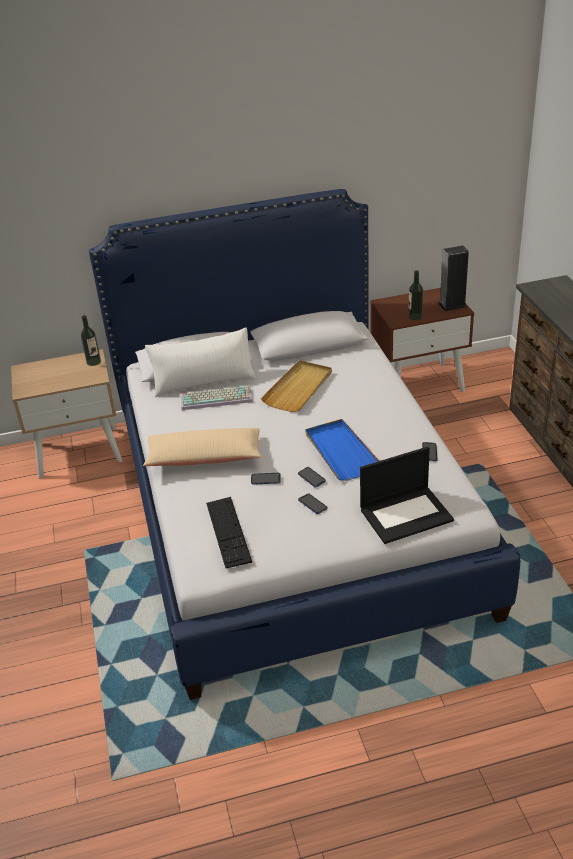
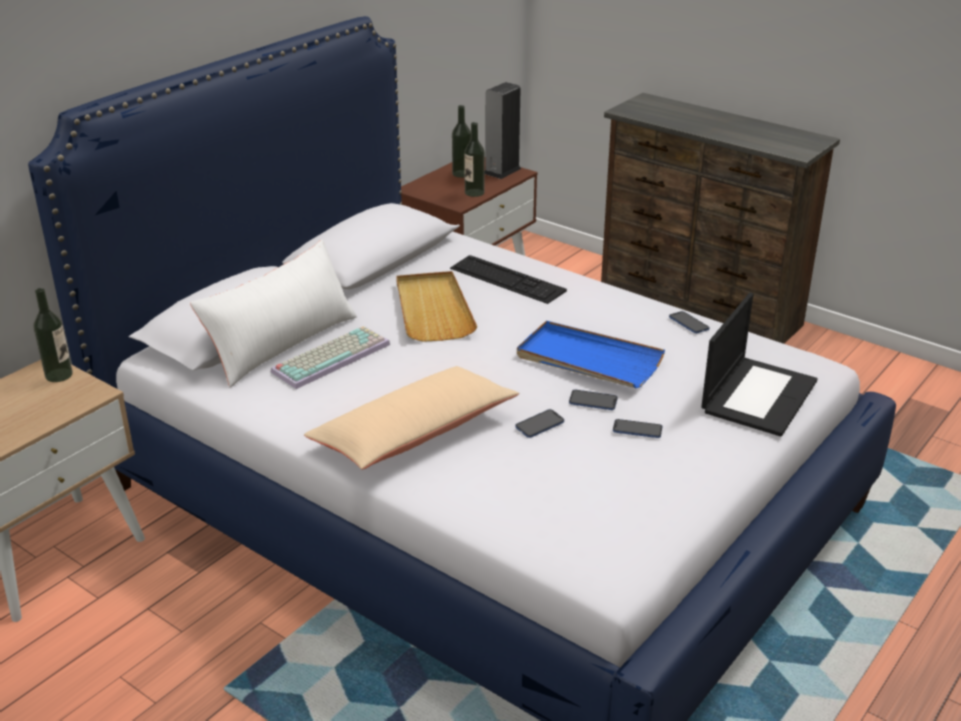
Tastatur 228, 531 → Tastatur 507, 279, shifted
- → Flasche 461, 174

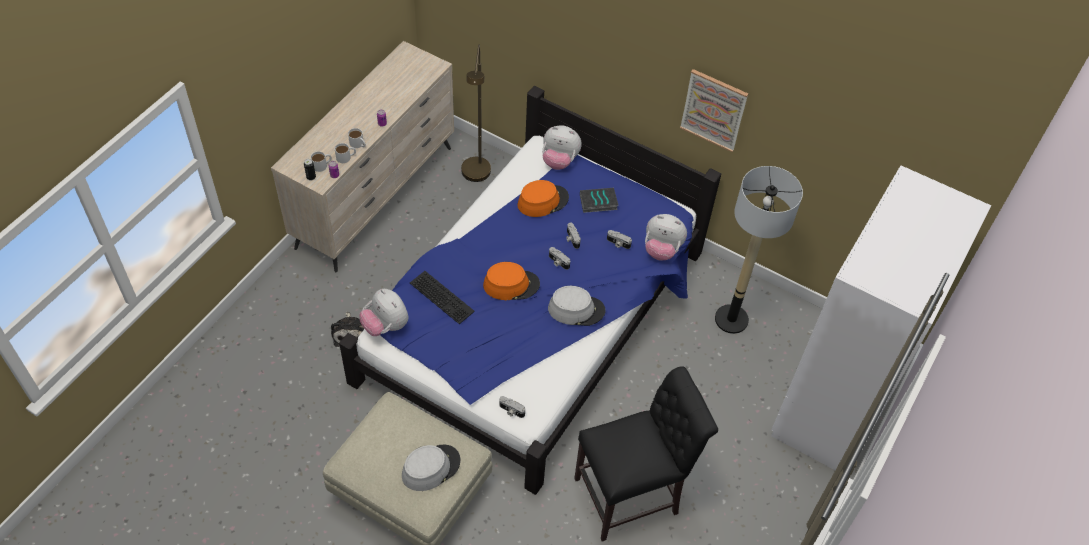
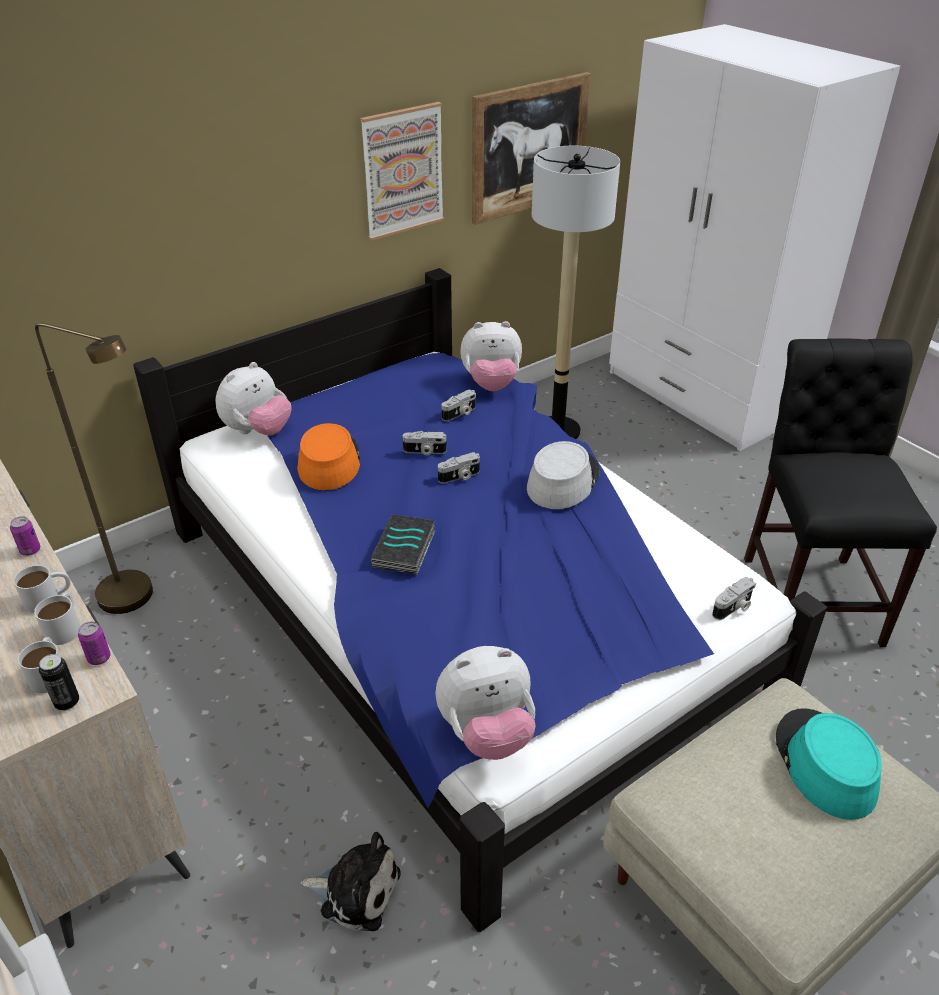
Hut [grau] 430, 468 → Hut [türkis] 824, 764
Tastatur 443, 296 → -
Hut [orange] 511, 285 → -
Buch 598, 203 → Buch 405, 549, shifted
Plüschtier 662, 250 → Plüschtier 491, 384, 45 degrees clockwise
- → Bild 529, 148

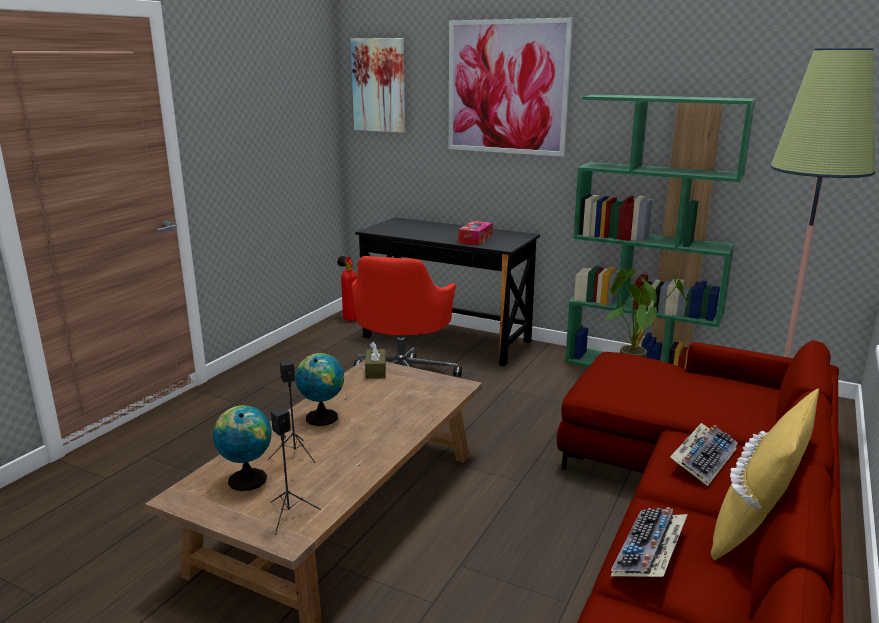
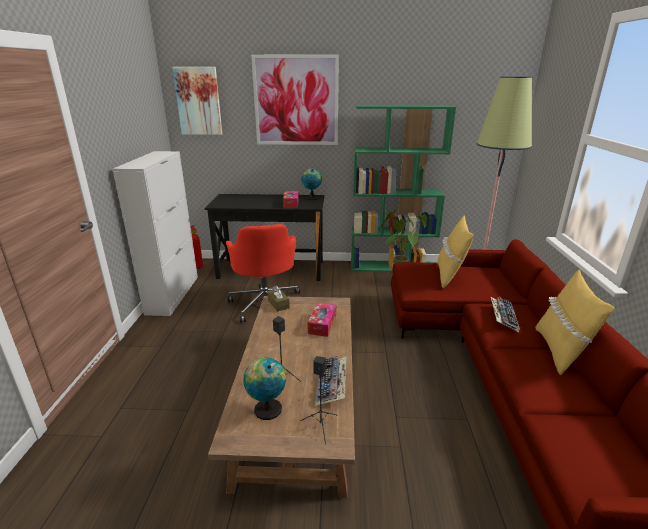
Globus 322, 416 → Globus 311, 197, shifted
Tastatur 649, 553 → Tastatur 332, 385, shifted
- → Schrank [weiß] 173, 294
- → Taschentuchbox 322, 324
- → Kissen [gelb] 450, 275

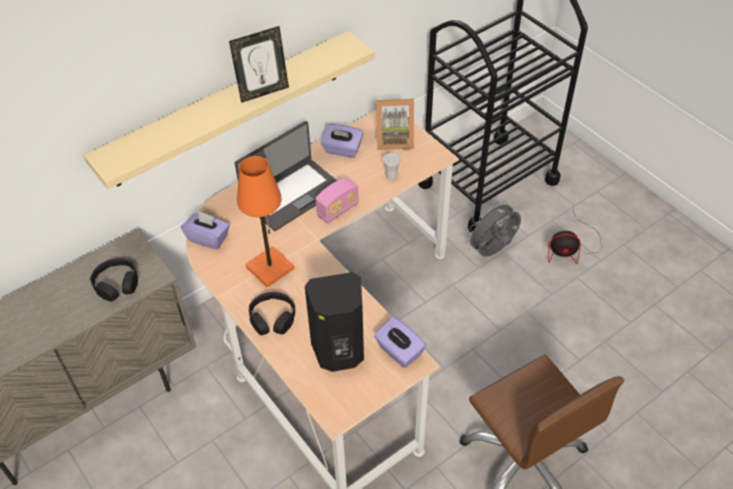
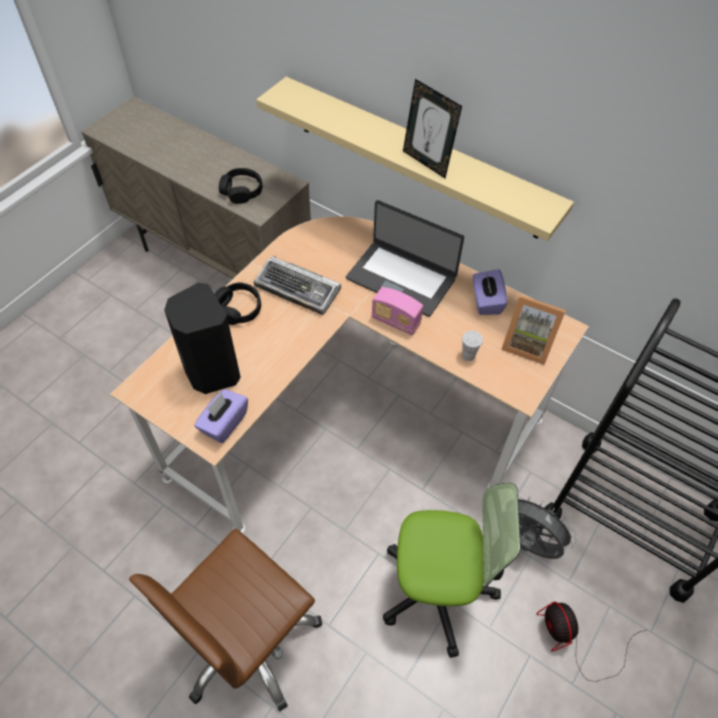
Taschentuchbox [lila] 208, 238 → -
Tischlampe [orange] 270, 268 → Tastatur 298, 289
Bilderrahmen 394, 139 → Bilderrahmen 527, 344, 45 degrees counterclockwise
- → Bürostuhl 437, 590

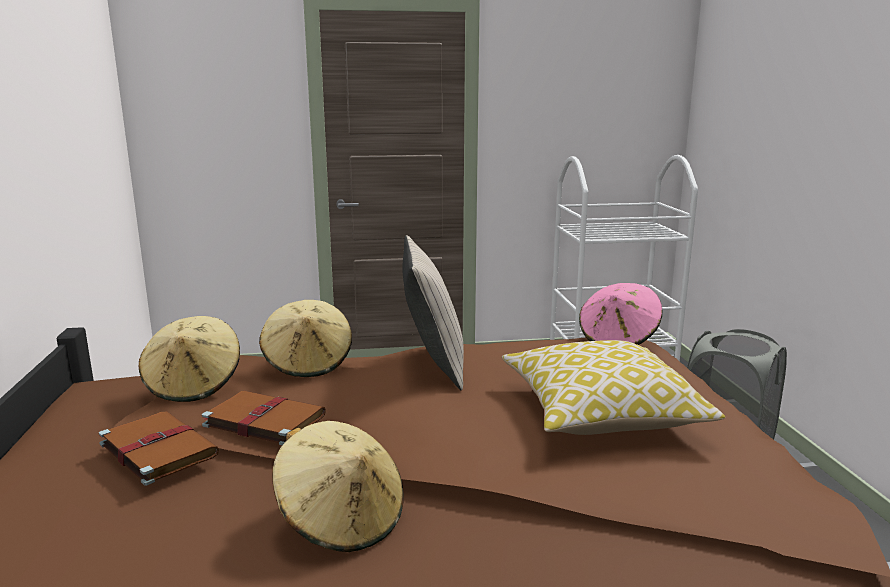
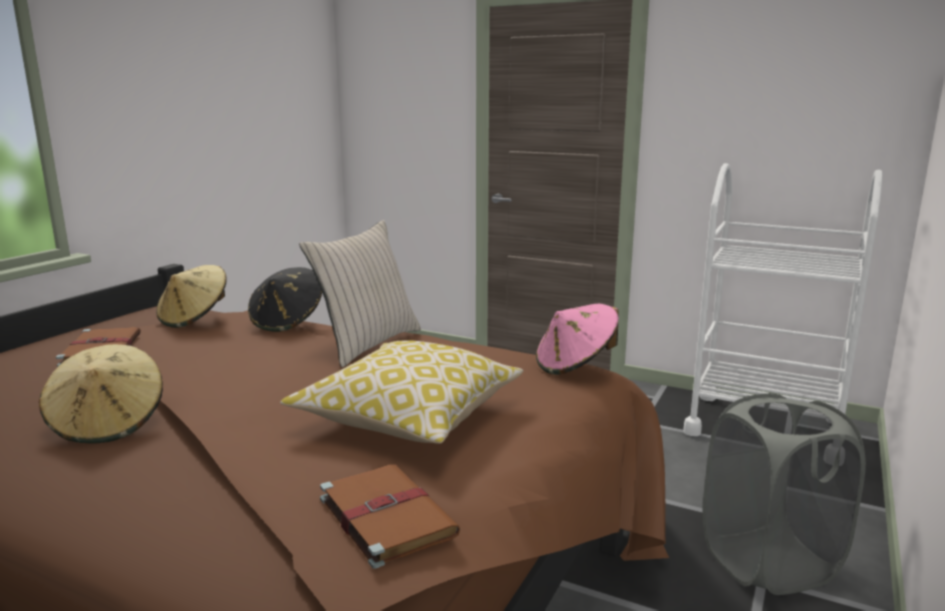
Buch [braun] 262, 420 → Buch [braun] 385, 515, shifted
Hut [beige] 308, 363 → Hut [schwarz] 287, 322

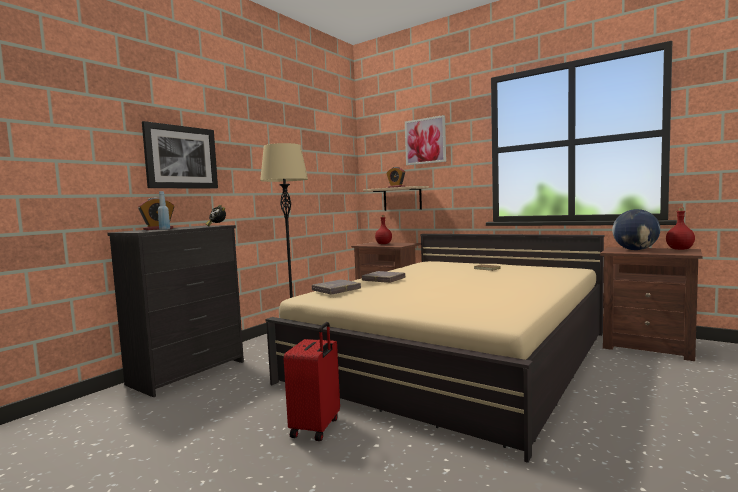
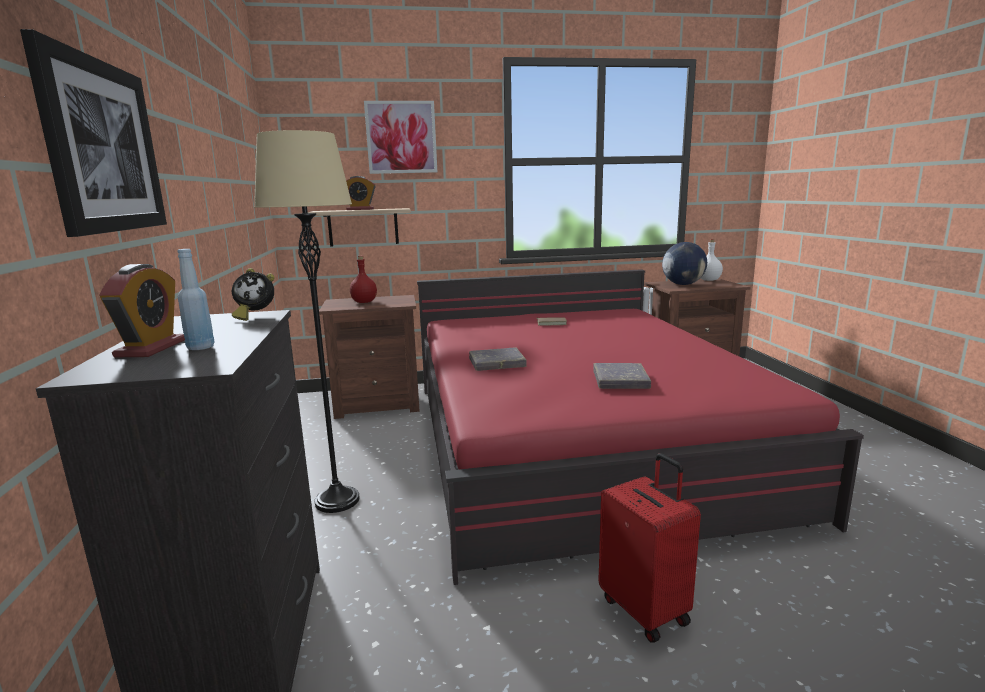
Bett [beige] 456, 356 → Bett [rot] 577, 441
Buch [grau] 336, 290 → Buch [grau] 620, 380, shifted
Flasche [rot] 680, 249 → Flasche [weiß] 709, 280

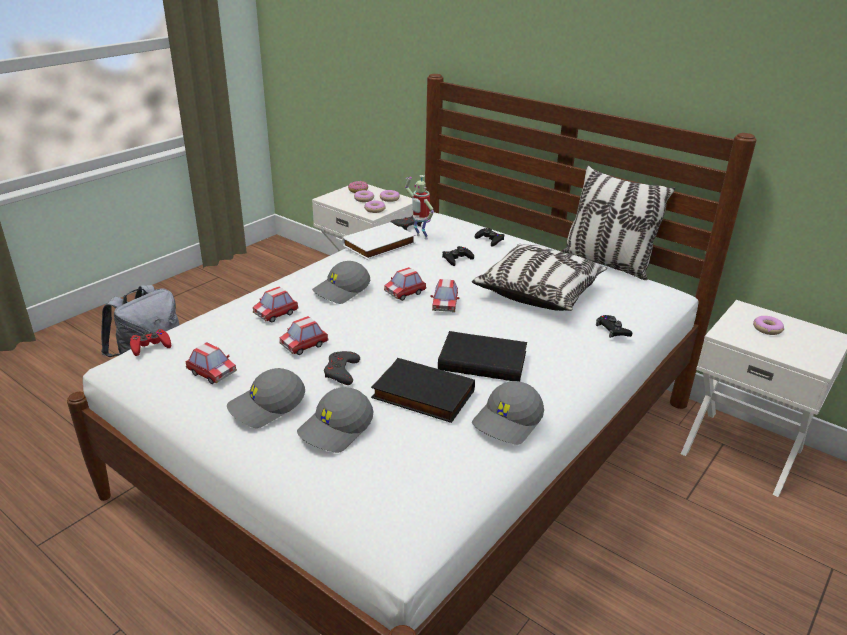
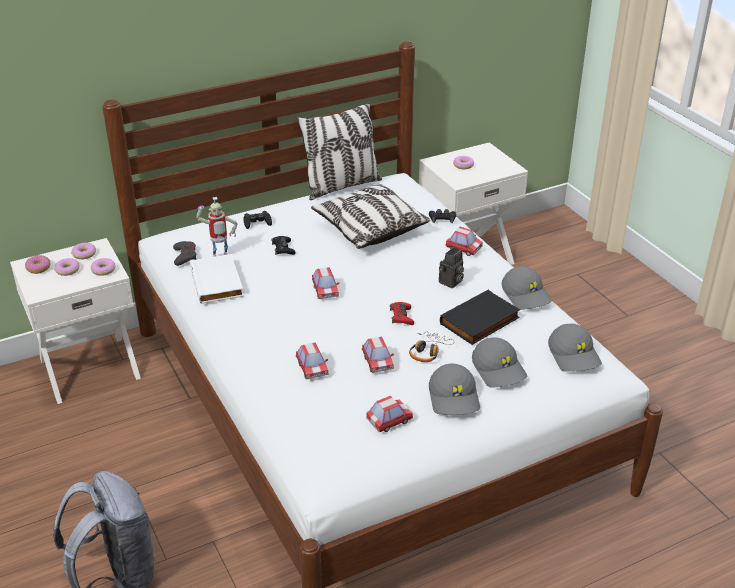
Gamepad [rot] 150, 346 → Gamepad [rot] 401, 317, shifted
Kappe [grau] 342, 291 → Kappe [grau] 575, 356, shifted
Gamepad [grau] 341, 371 → Kopfhörer 428, 351
Spielzeugauto 445, 305 → Spielzeugauto 463, 249, shifted
Buch [schwarz] 483, 360 → Kamera 451, 282

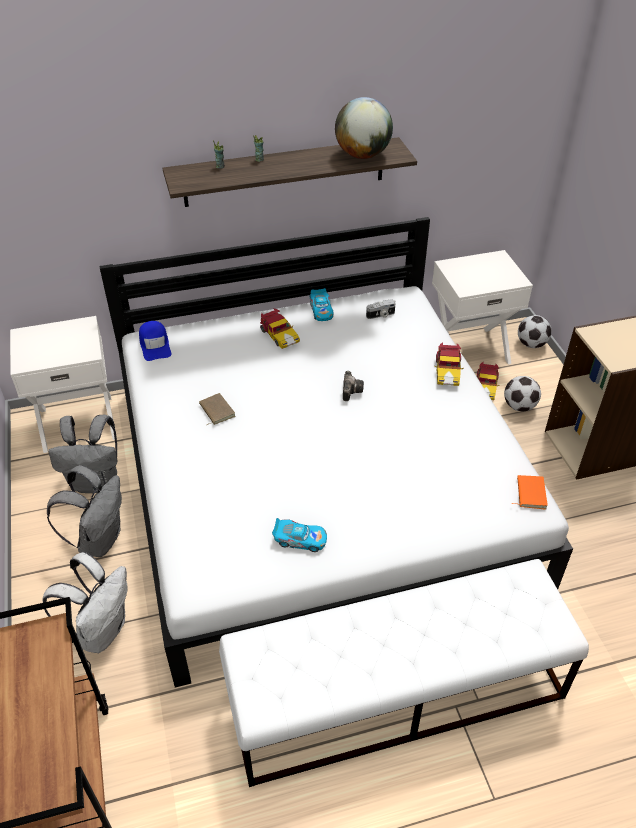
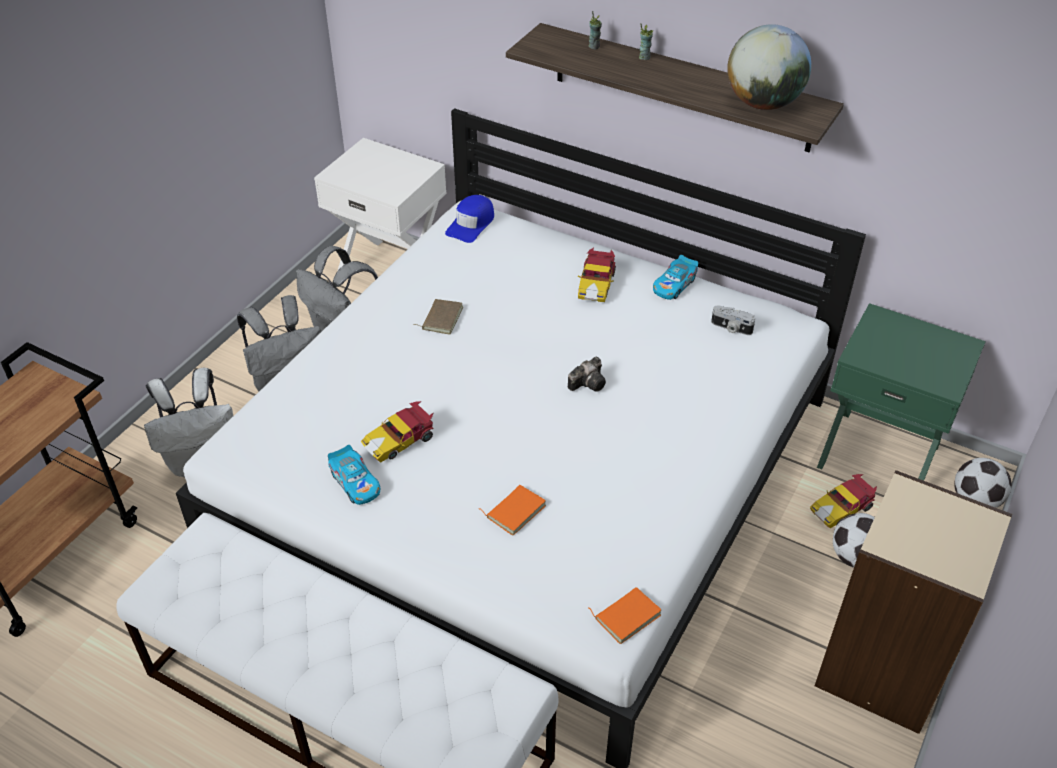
Nachttisch [weiß] 469, 349 → Nachttisch [grün] 879, 454
Spielzeugauto 447, 371 → Spielzeugauto 400, 440, shifted
- → Buch [orange] 515, 510

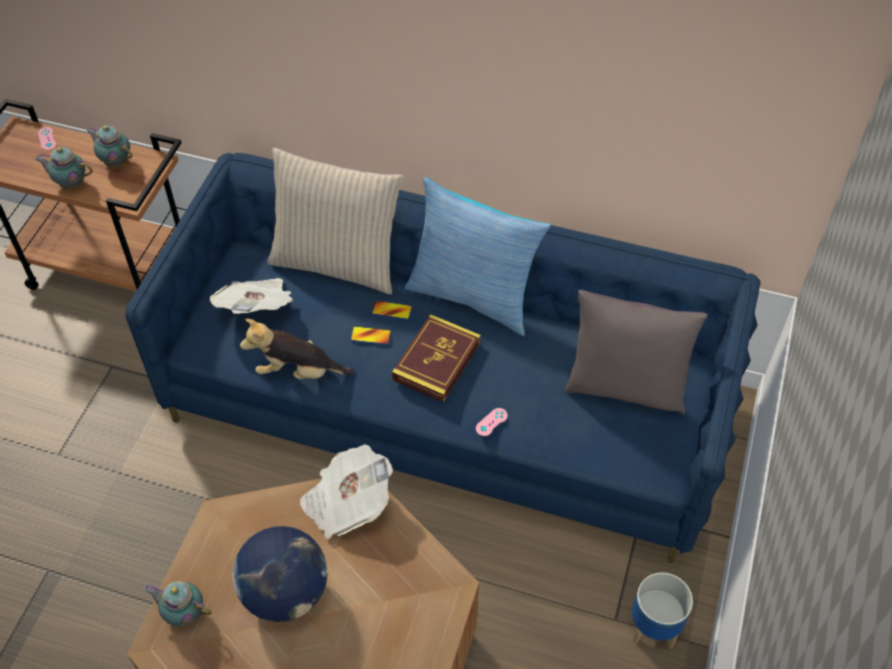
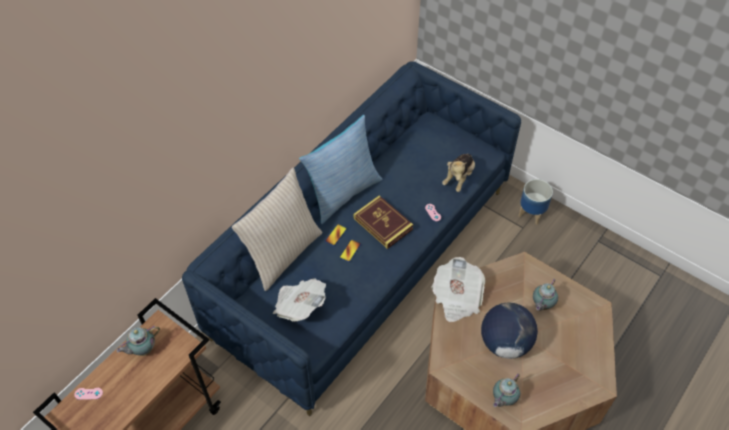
Teekanne 70, 184 → Teekanne 541, 305, shifted
Plüschtier 298, 371 → Plüschtier 459, 178, shifted
Kissen [grau] 625, 387 → -

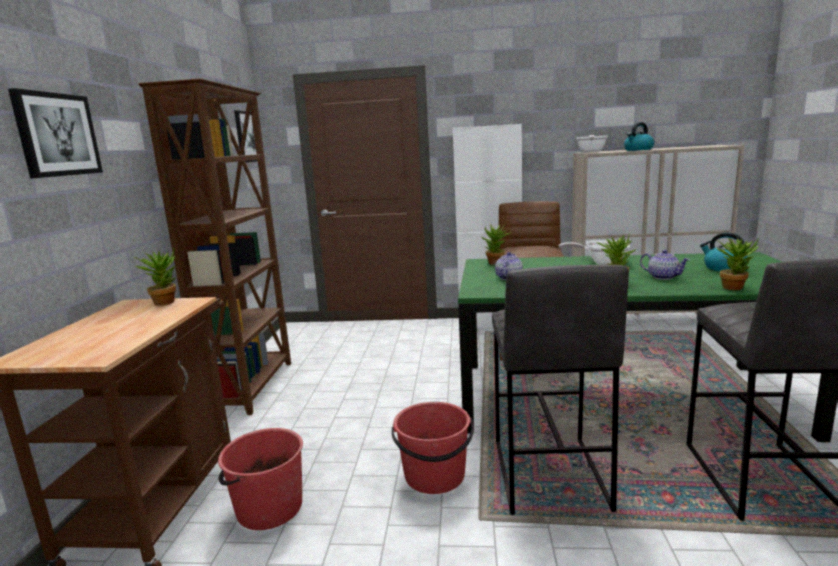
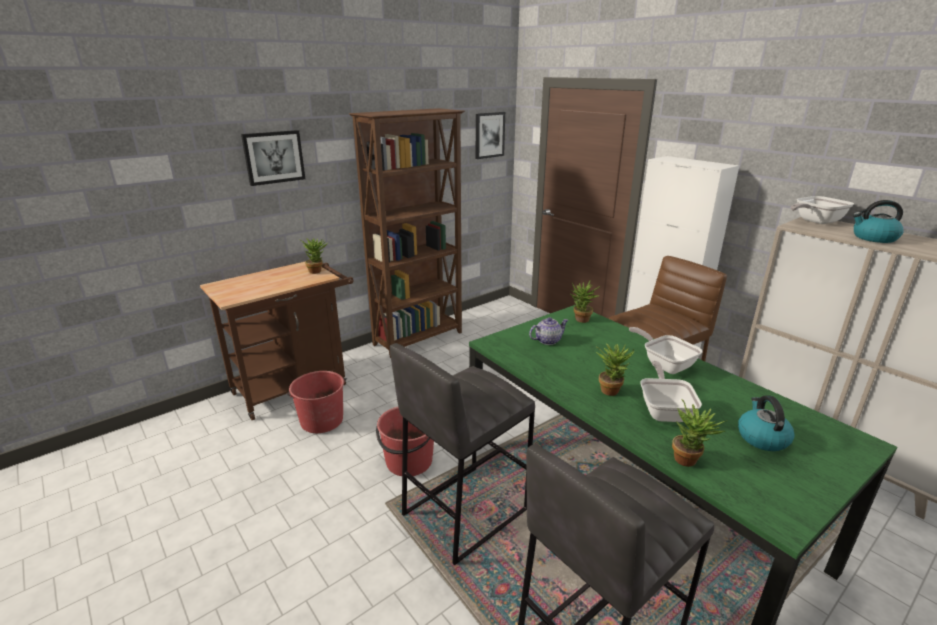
Teekanne 662, 277 → Pfanne 664, 410

